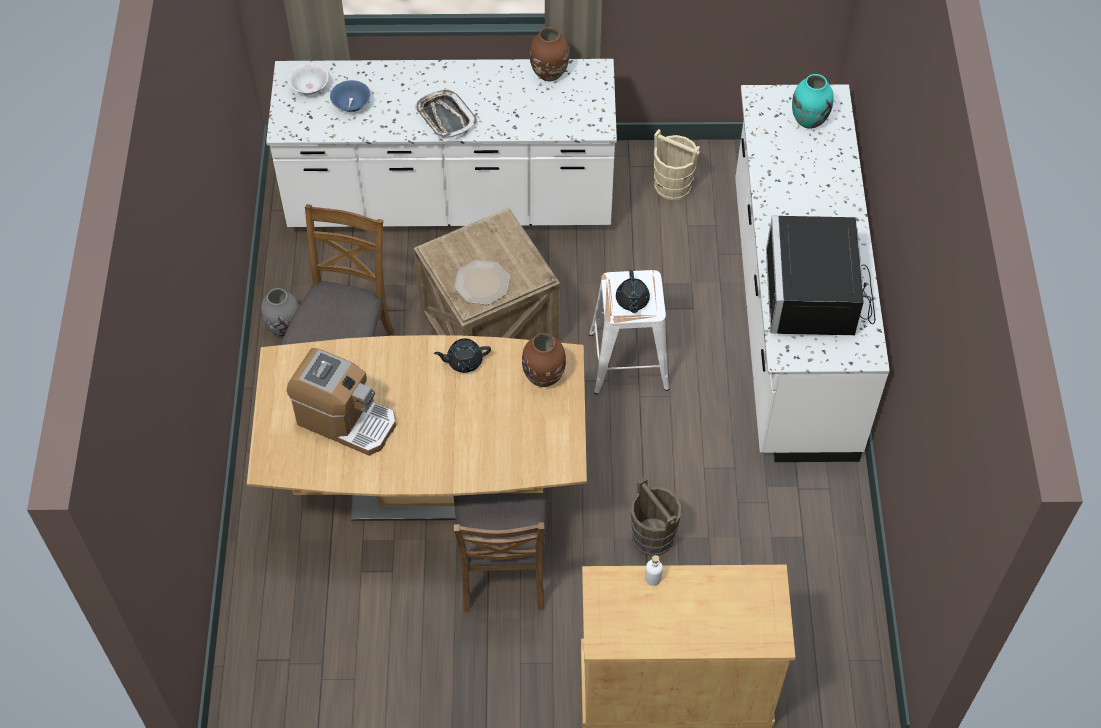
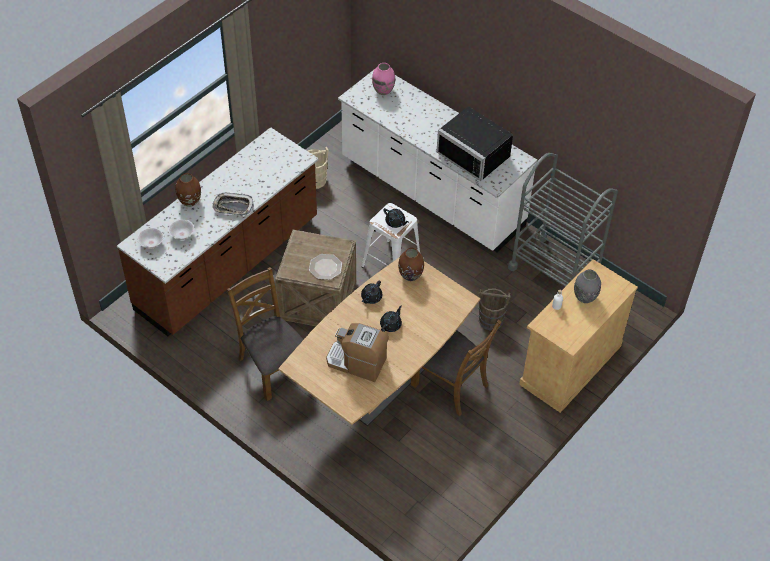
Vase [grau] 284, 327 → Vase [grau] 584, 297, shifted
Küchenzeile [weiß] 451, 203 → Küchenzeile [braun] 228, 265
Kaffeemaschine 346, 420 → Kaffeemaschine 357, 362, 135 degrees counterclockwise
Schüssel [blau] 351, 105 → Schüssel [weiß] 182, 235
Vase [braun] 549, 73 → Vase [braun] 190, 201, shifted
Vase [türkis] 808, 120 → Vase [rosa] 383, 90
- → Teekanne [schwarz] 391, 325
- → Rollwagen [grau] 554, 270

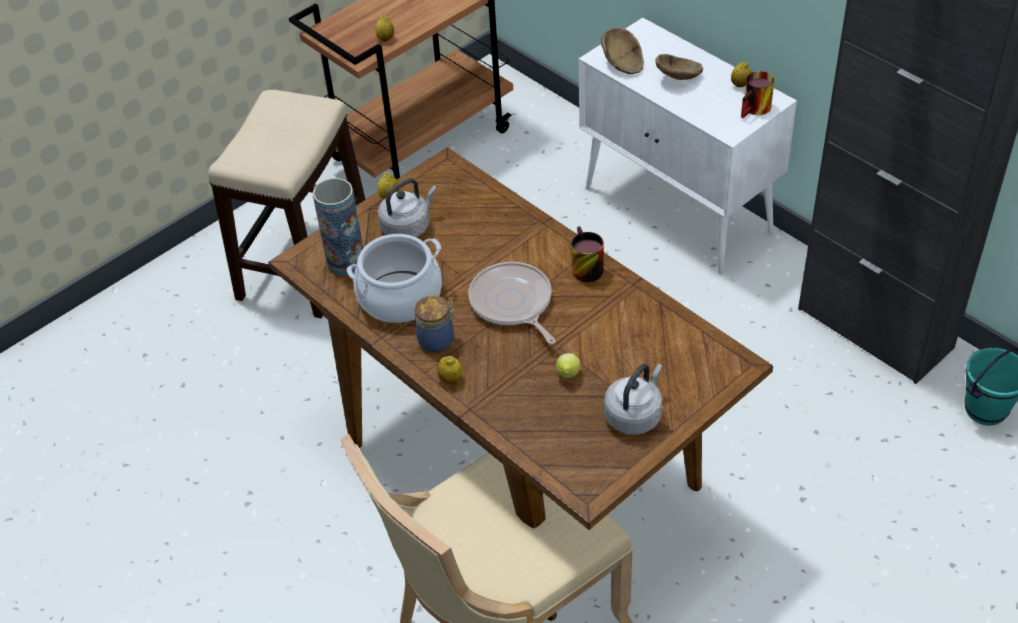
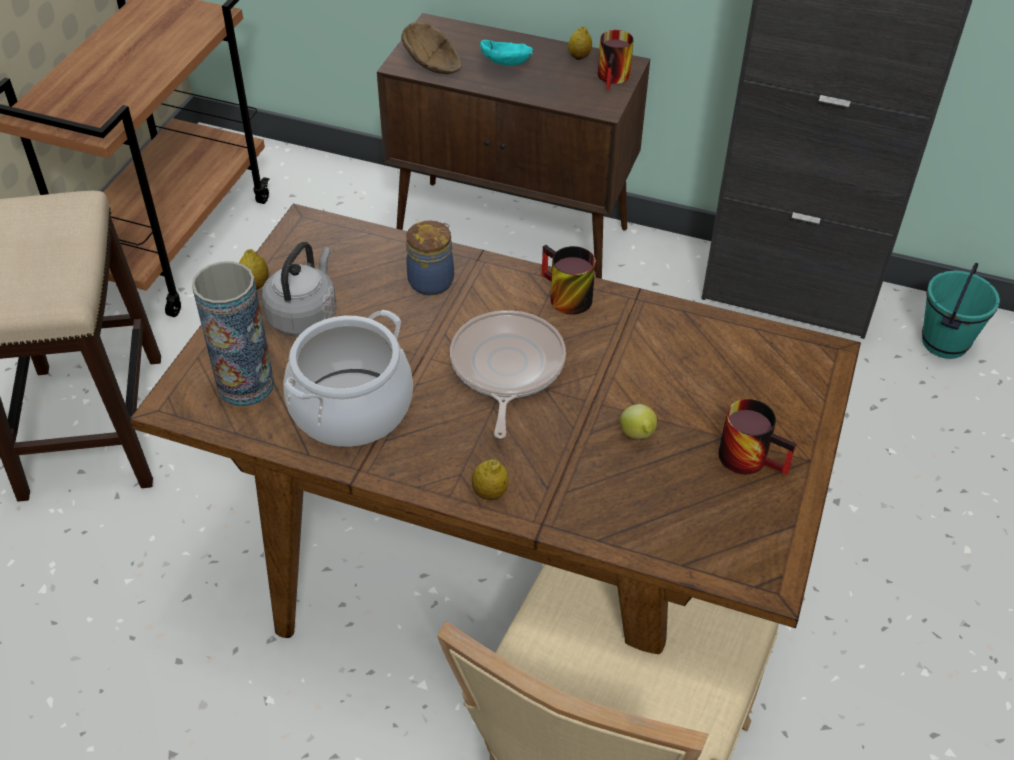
Zitrone 385, 38 → -
Vorratsglas 437, 340 → Vorratsglas 432, 280, shifted
Pfanne 512, 303 → Pfanne 506, 368, 60 degrees clockwise
Schrank [weiß] 679, 211 → Schrank [braun] 514, 233
Wasserkessel [grau] 634, 415 → Henkelbecher 752, 456
Schüssel [braun] 680, 77 → Schüssel [türkis] 508, 64

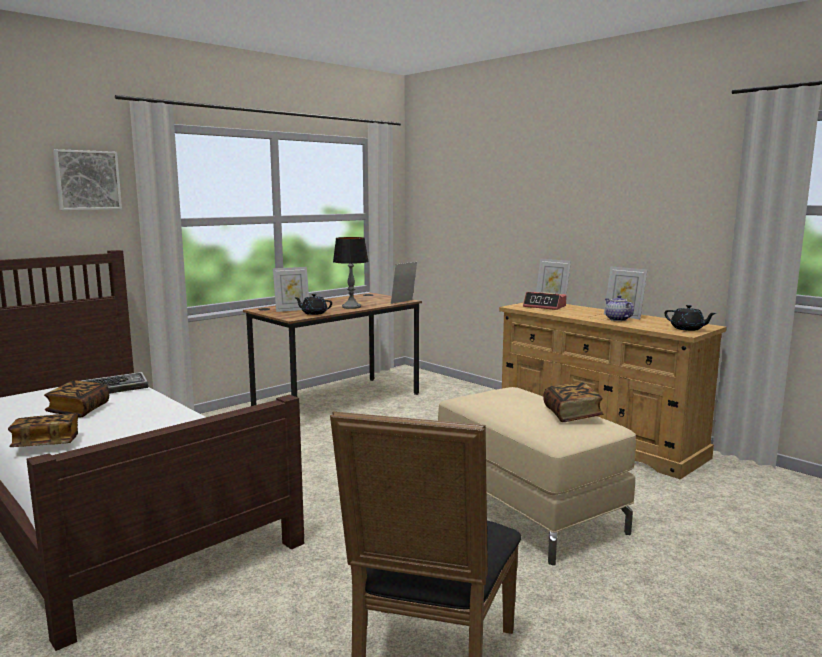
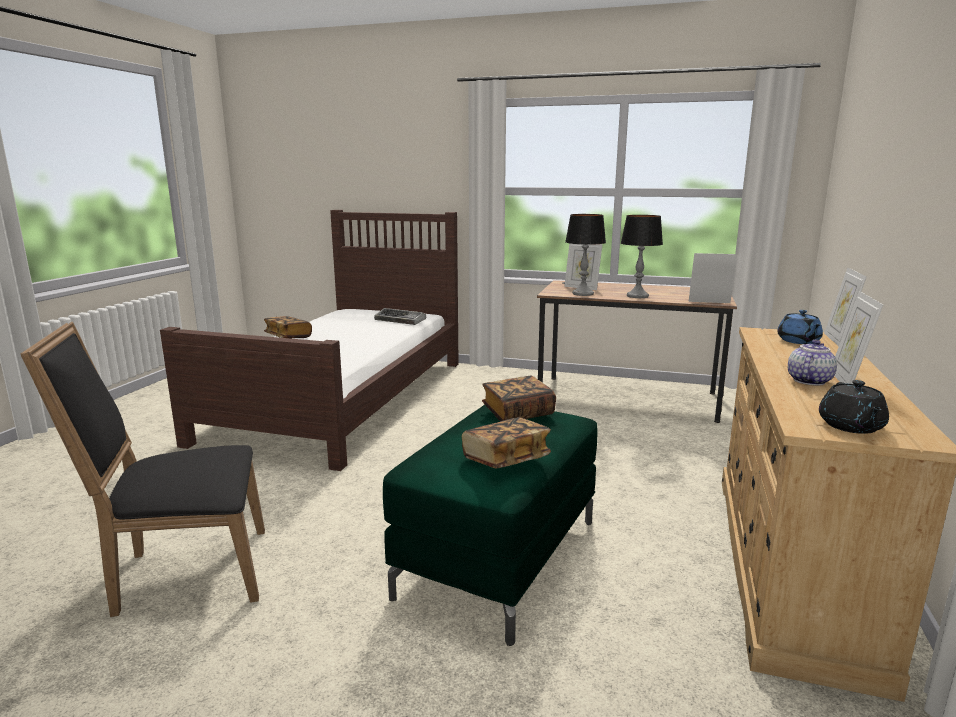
Buch 79, 410 → Buch 518, 413, shifted
Bild 87, 180 → -
Teekanne [schwarz] 314, 313 → Tischlampe 582, 293
Polsterhocker [beige] 526, 510 → Polsterhocker [grün] 500, 556
Wecker 545, 306 → Teekanne [blau] 798, 341

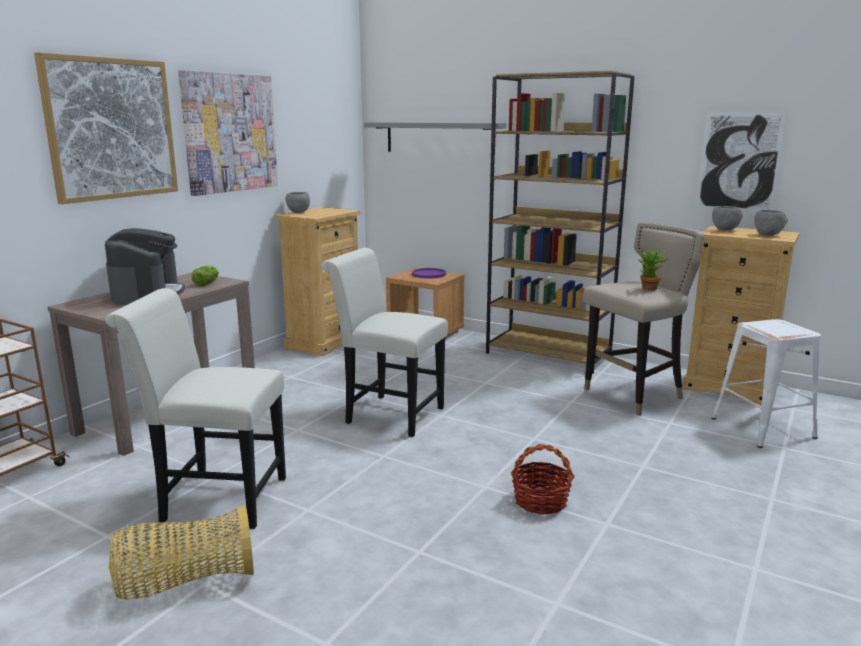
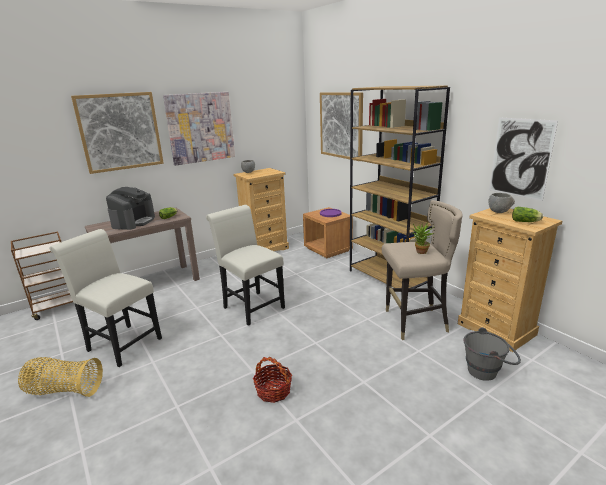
Wandregal [grau] 439, 138 → Bild 341, 125
Hocker [weiß] 763, 427 → Eimer [grau] 488, 371
Schüssel [grau] 768, 235 → Salatkopf 526, 222

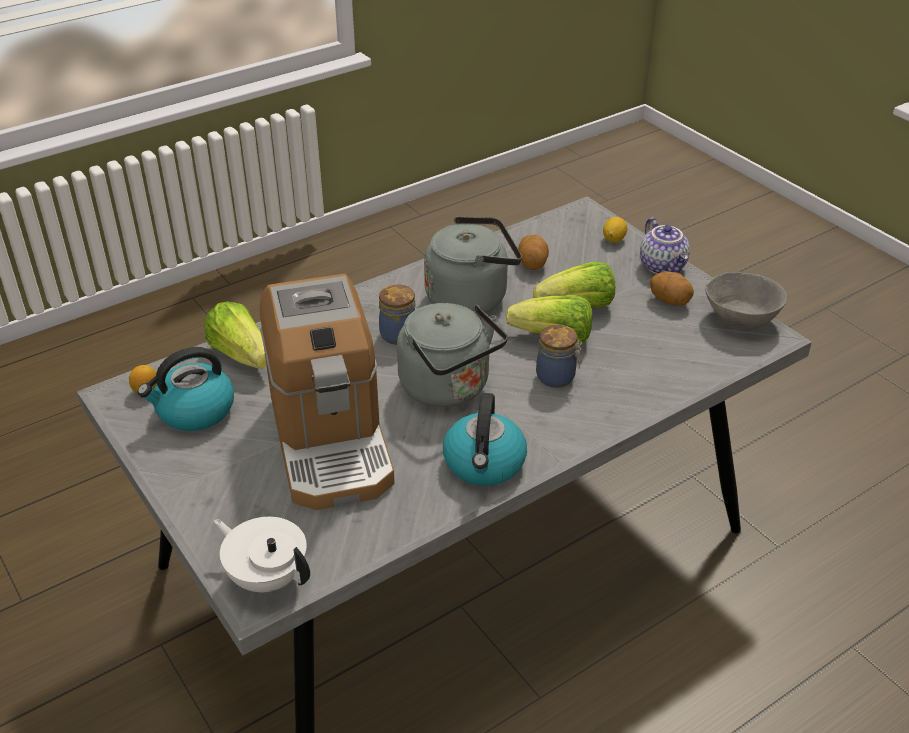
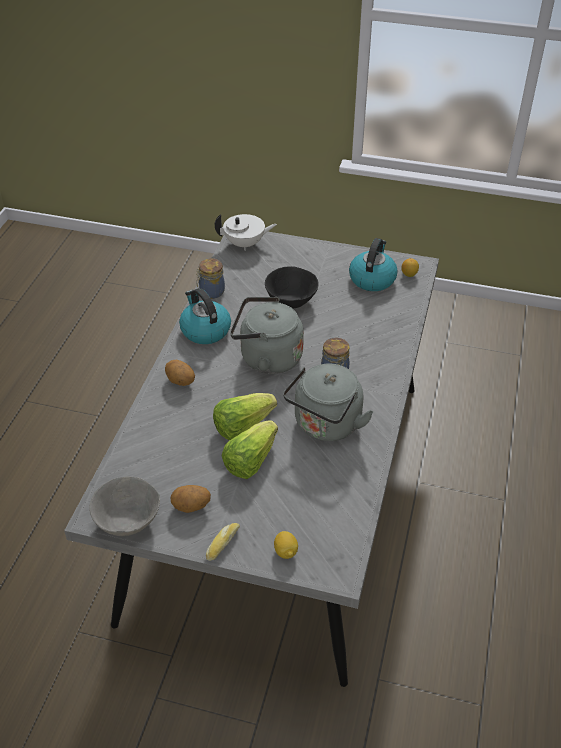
Salatkopf 241, 355 → -
Kaffeemaschine 330, 440 → Schüssel [schwarz] 291, 301
Kartoffel 532, 264 → Kartoffel 180, 382, shifted
Vorratsglas 557, 377 → Vorratsglas 211, 292, shifted
Teekanne 663, 266 → Brot 222, 543

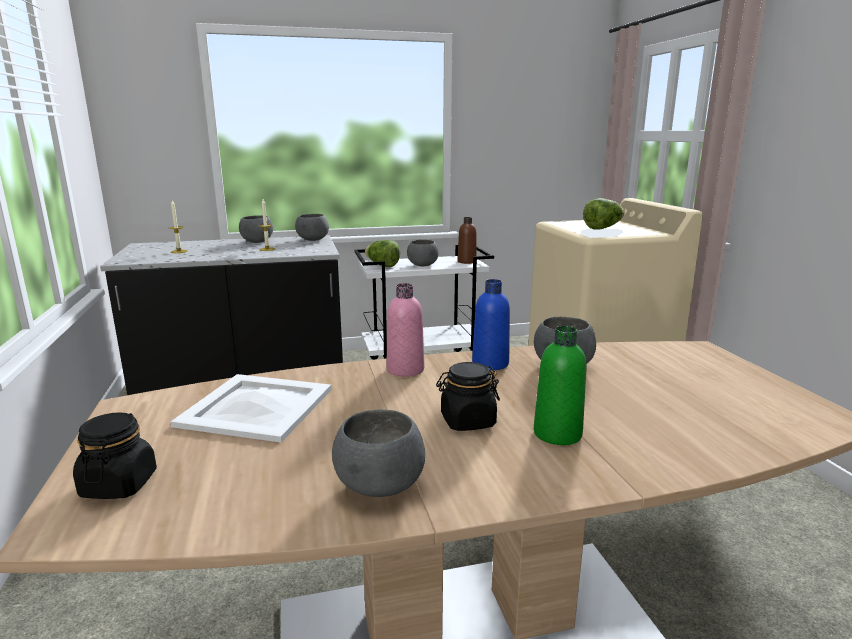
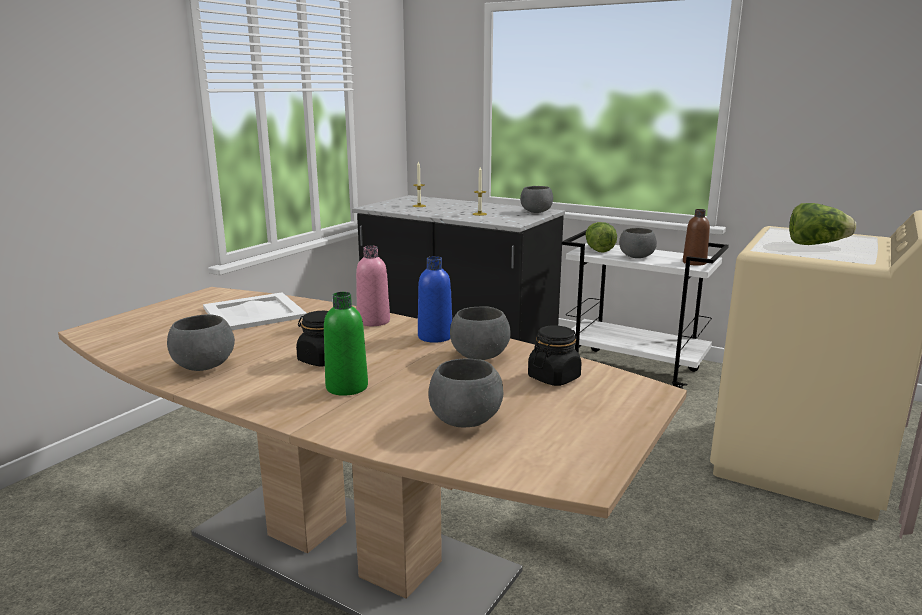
Vorratsglas [schwarz] 119, 484 → Vorratsglas [schwarz] 554, 378, shifted
Schüssel [grau] 257, 242 → Schüssel [grau] 466, 421, shifted

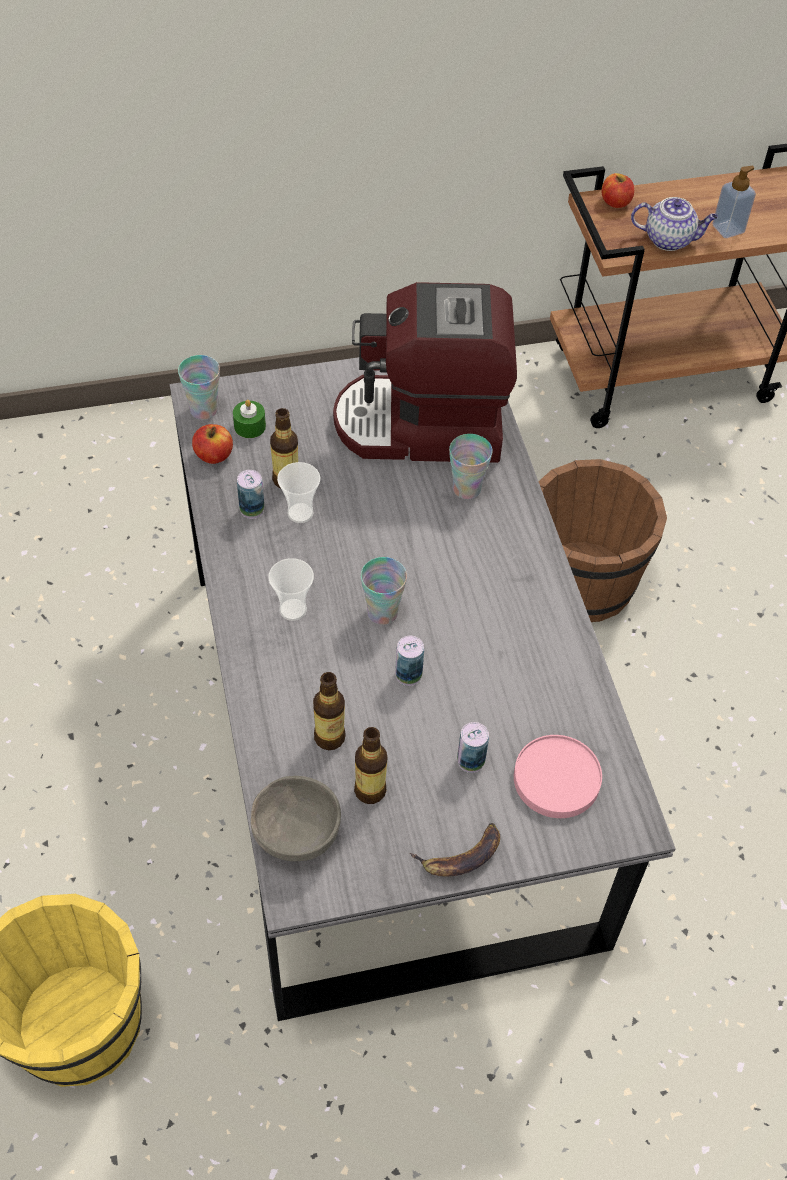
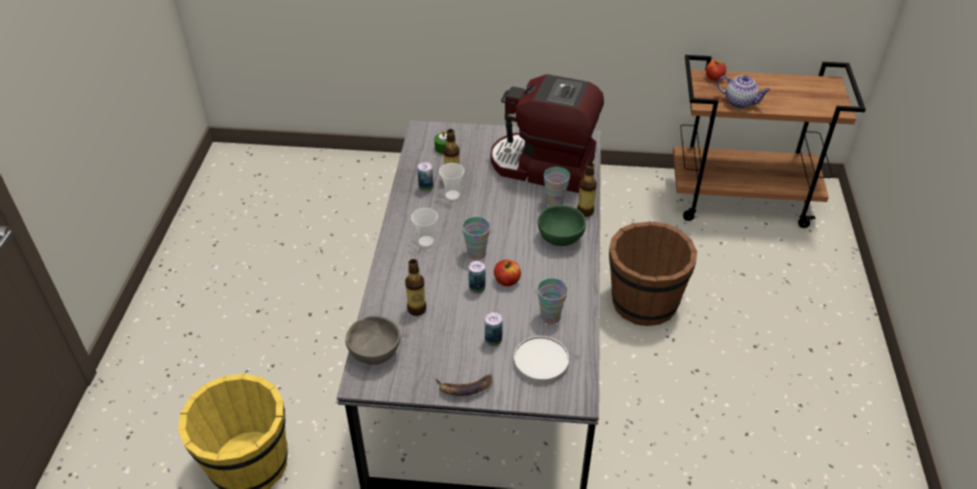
Tasse 203, 410 → Tasse 550, 317, shifted
Apfel 214, 455 → Apfel 507, 281, shifted
Flasche 370, 791 → Flasche 585, 211, shifted
Teller [rosa] 557, 779 → Teller [weiß] 541, 362
Seifenspender 728, 229 → -
- → Schüssel [grün] 559, 238

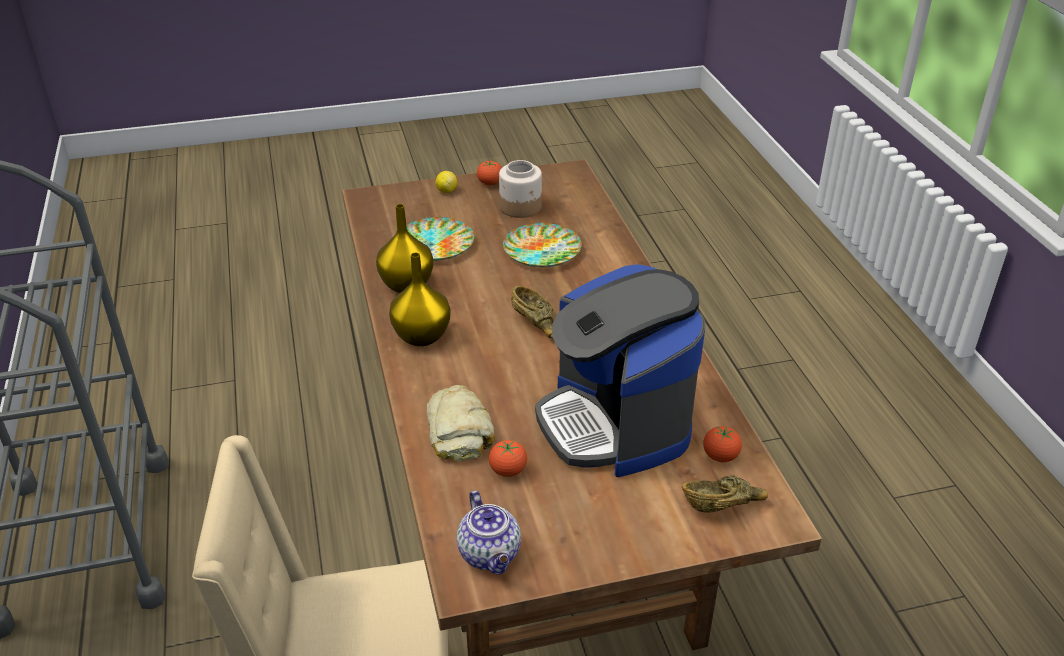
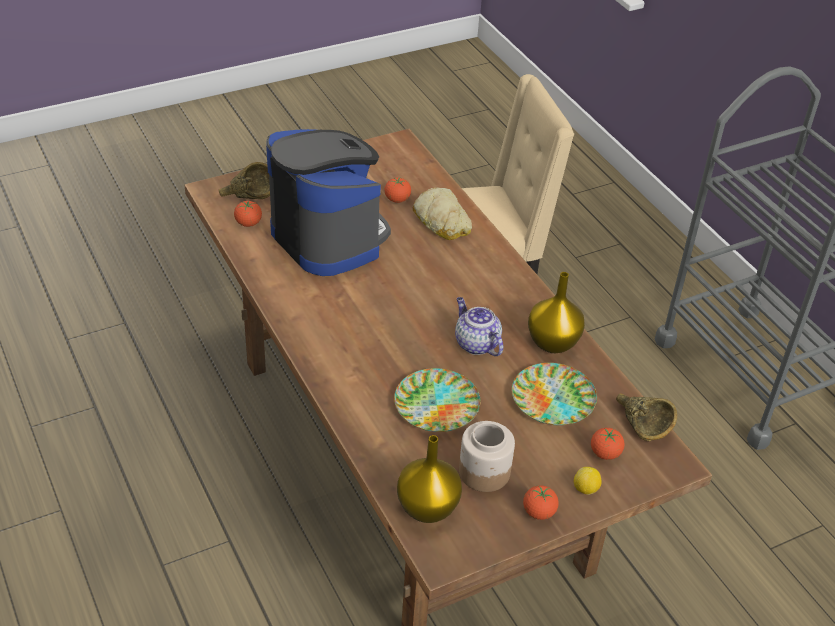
Vase [gelb] 423, 337 → Vase [gelb] 426, 508, shifted
Teekanne 490, 555 → Teekanne 475, 343, shifted
Schüssel [braun] 538, 322 → Schüssel [braun] 640, 424, shifted
- → Tomate 605, 453

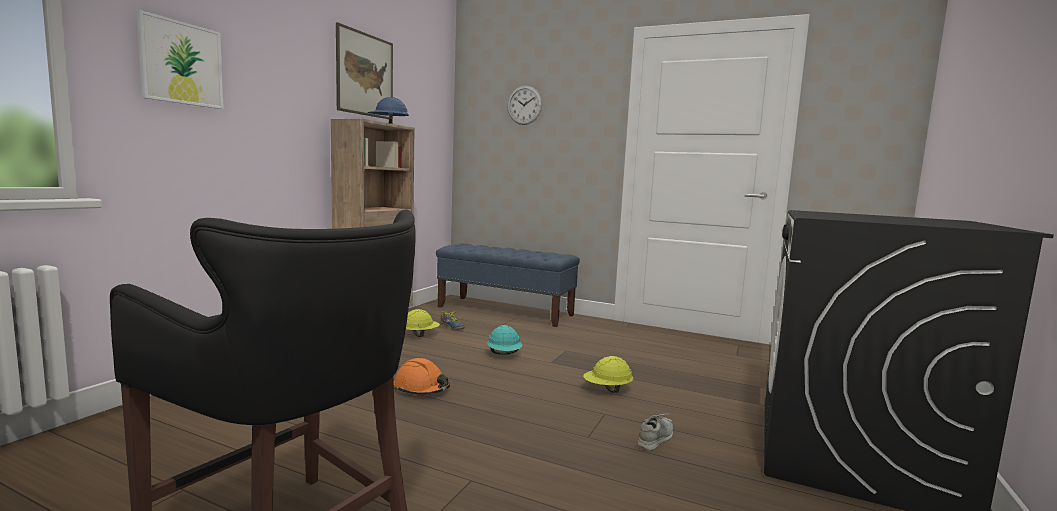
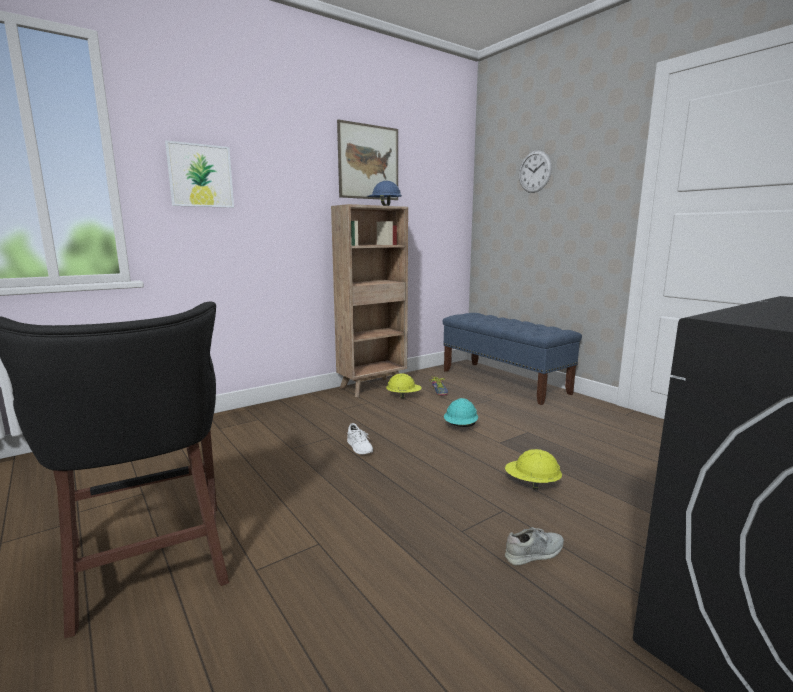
Schutzhelm [orange] 421, 388 → Schuh [weiß] 359, 447

